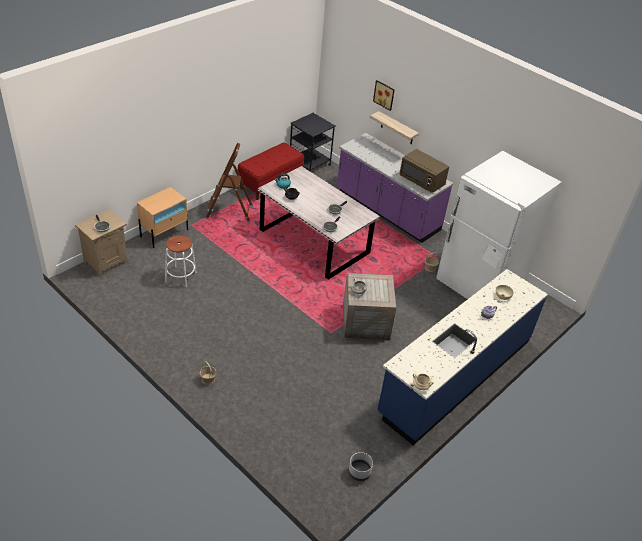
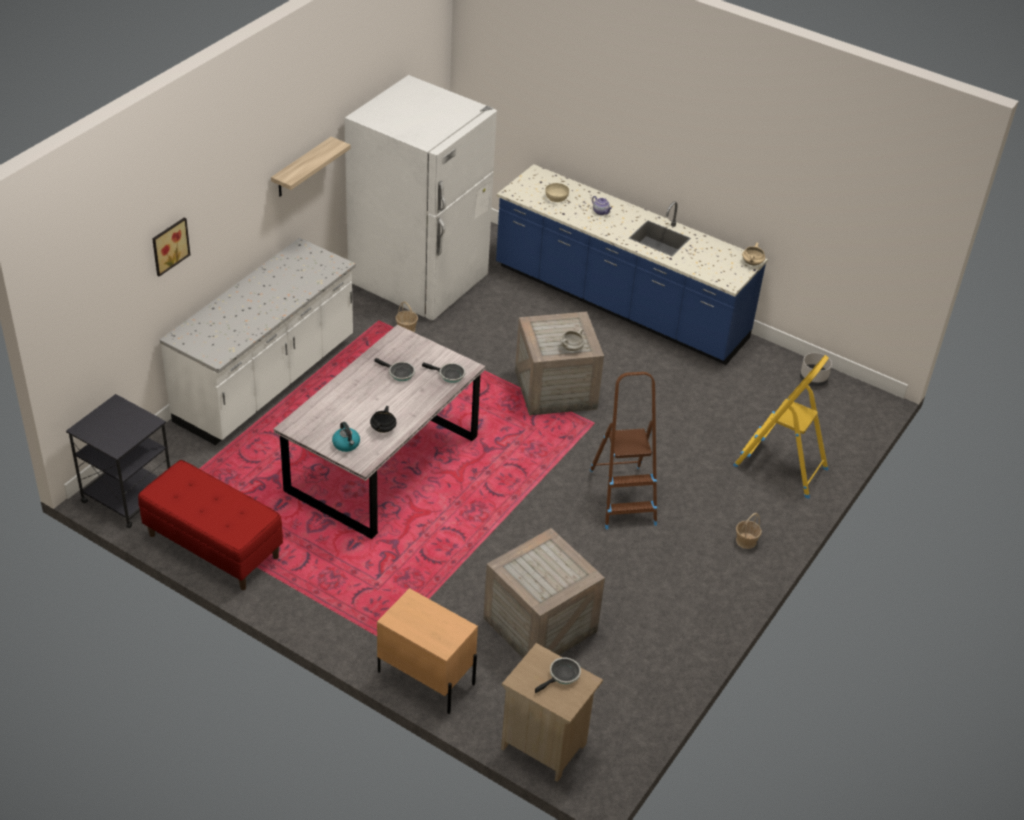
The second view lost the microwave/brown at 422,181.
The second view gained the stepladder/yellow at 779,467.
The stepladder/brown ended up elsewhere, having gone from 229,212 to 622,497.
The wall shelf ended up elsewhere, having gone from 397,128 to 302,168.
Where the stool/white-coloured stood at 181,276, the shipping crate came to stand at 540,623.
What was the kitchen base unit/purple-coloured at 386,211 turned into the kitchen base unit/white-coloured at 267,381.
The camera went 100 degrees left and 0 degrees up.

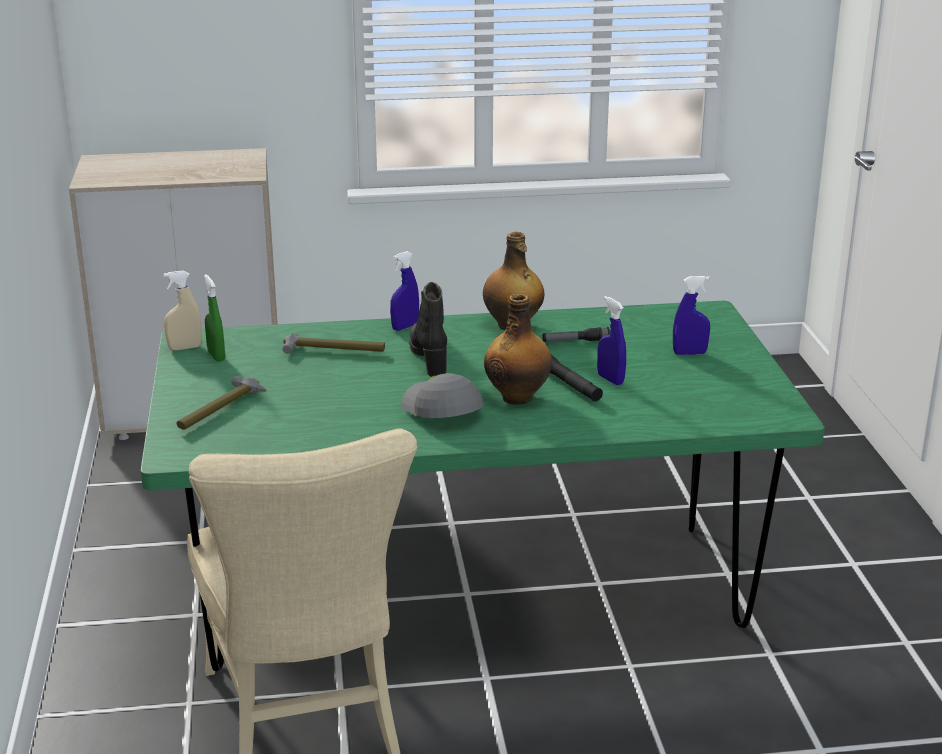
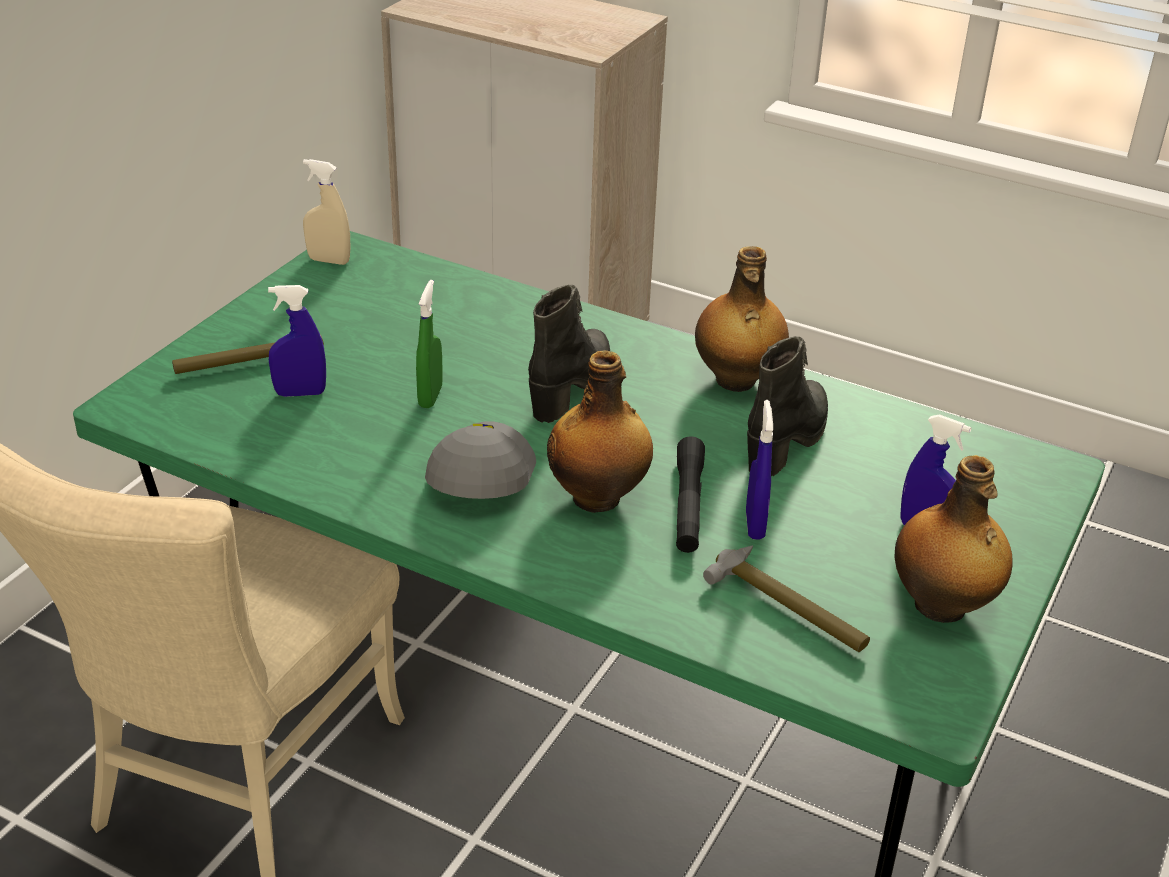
The second view gained the beverage bottle at 941,606.
The spray bottle/green-coloured ended up elsewhere, having gone from 216,356 to 430,396.
The hammer ended up elsewhere, having gone from 334,351 to 788,609.
The spray bottle/blue ended up elsewhere, having gone from 405,327 to 300,393.
Where the hand torch stood at 575,341, the high-top boot/blackish came to stand at 787,440.
The camera went 35 degrees right and 10 degrees up.

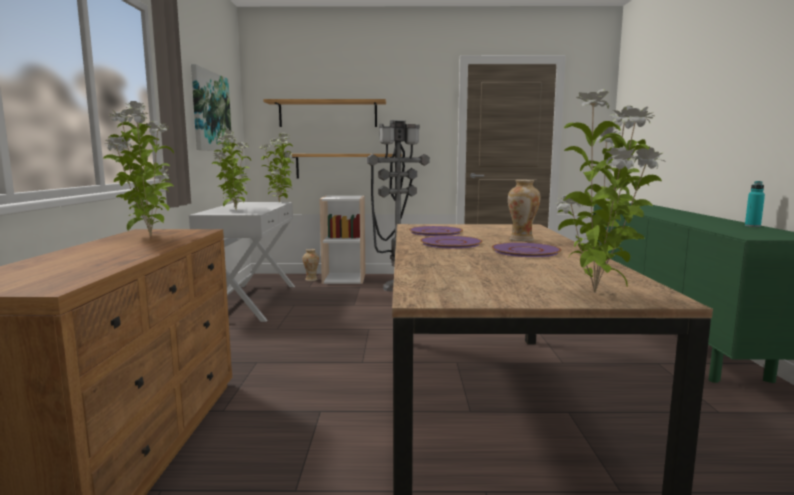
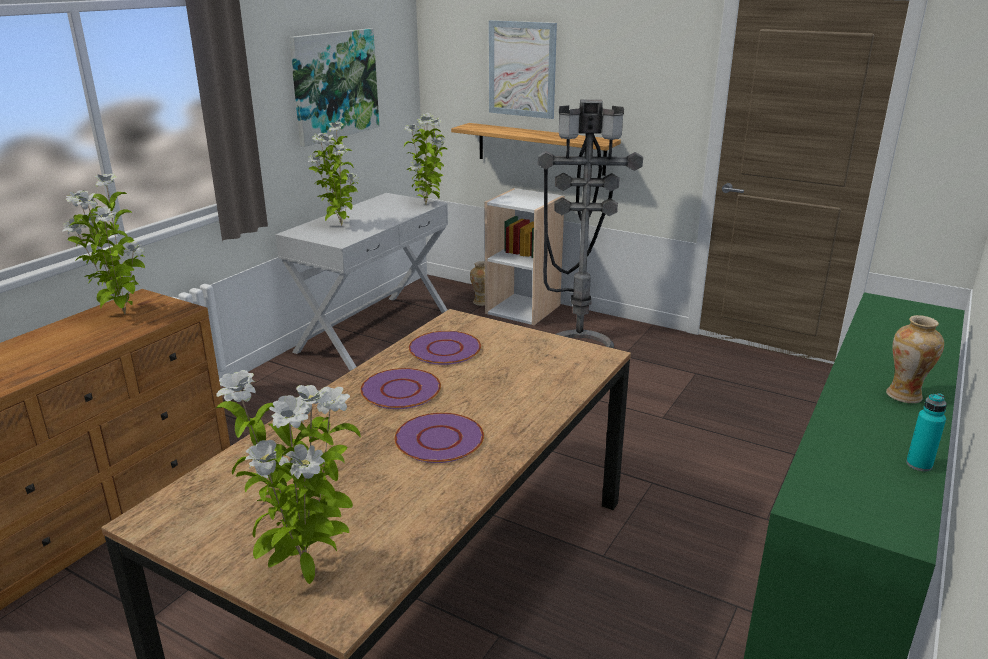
The flower vase ended up elsewhere, having gone from 521,239 to 904,395.
Where the wall shelf hung at 328,114, the wall picture came to hang at 522,69.
The camera went 30 degrees right and 15 degrees up.

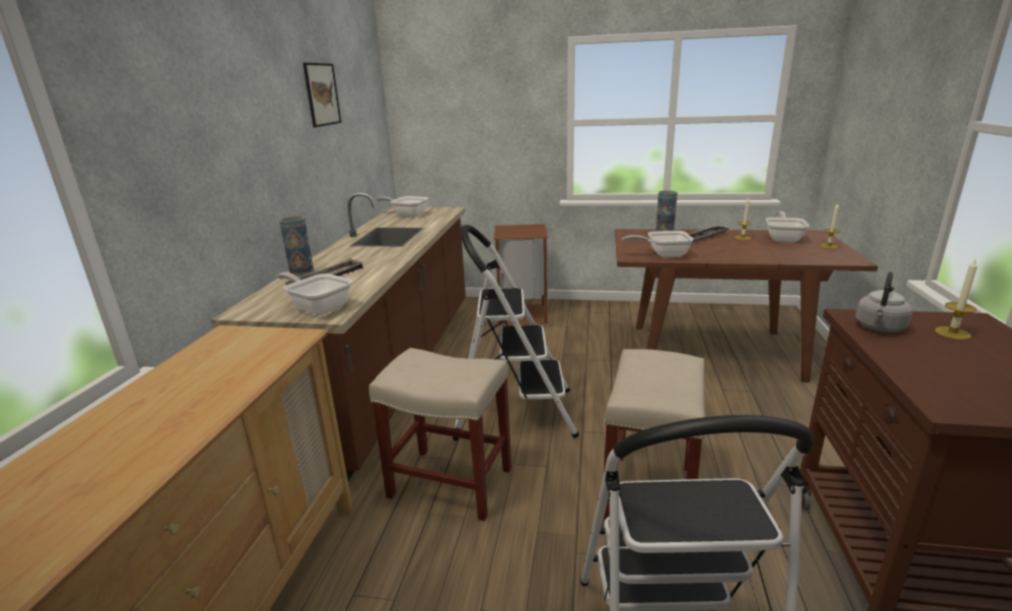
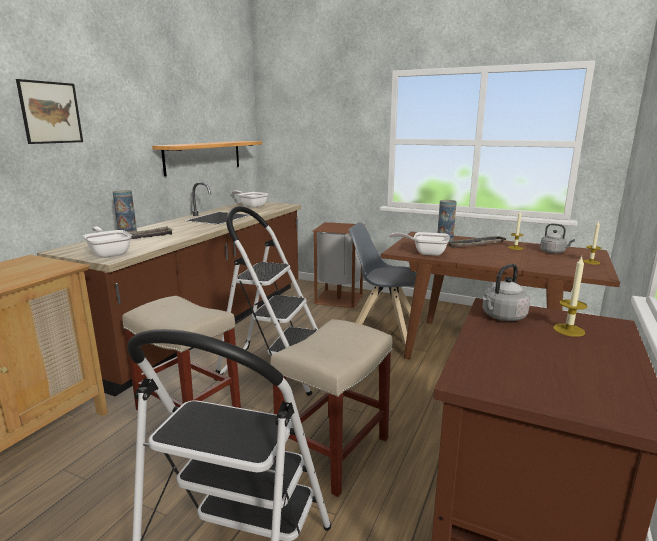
The second view gained the wall shelf at 204,157.
The second view gained the upright chair/gray at 382,329.
The wall picture ended up elsewhere, having gone from 322,94 to 51,112.
Where the skillet stood at 783,238, the kettle/gray came to stand at 553,252.
The camera went 15 degrees right and 5 degrees down.

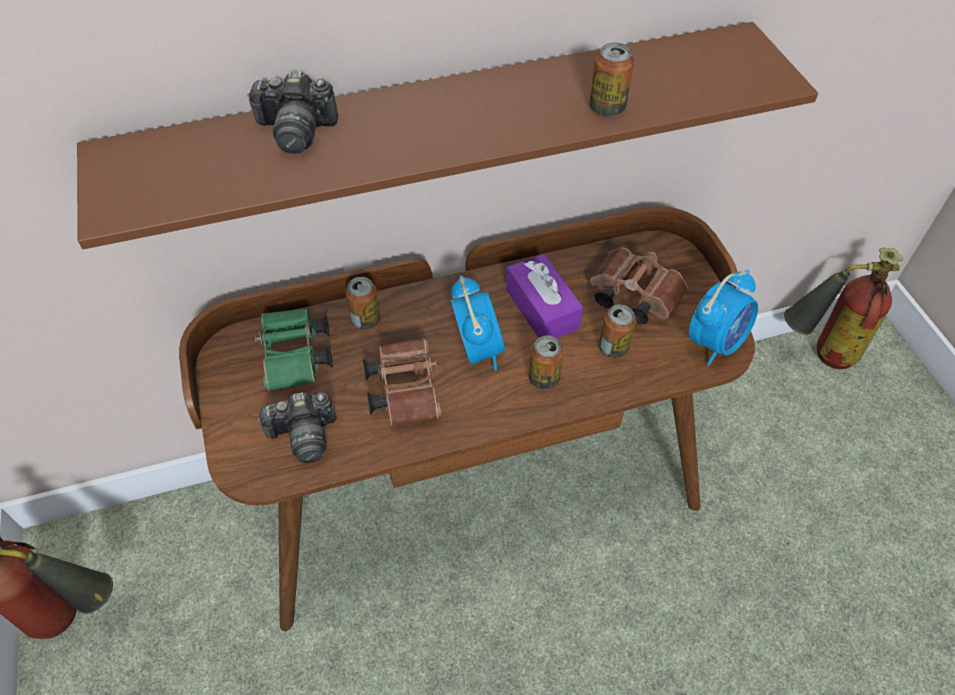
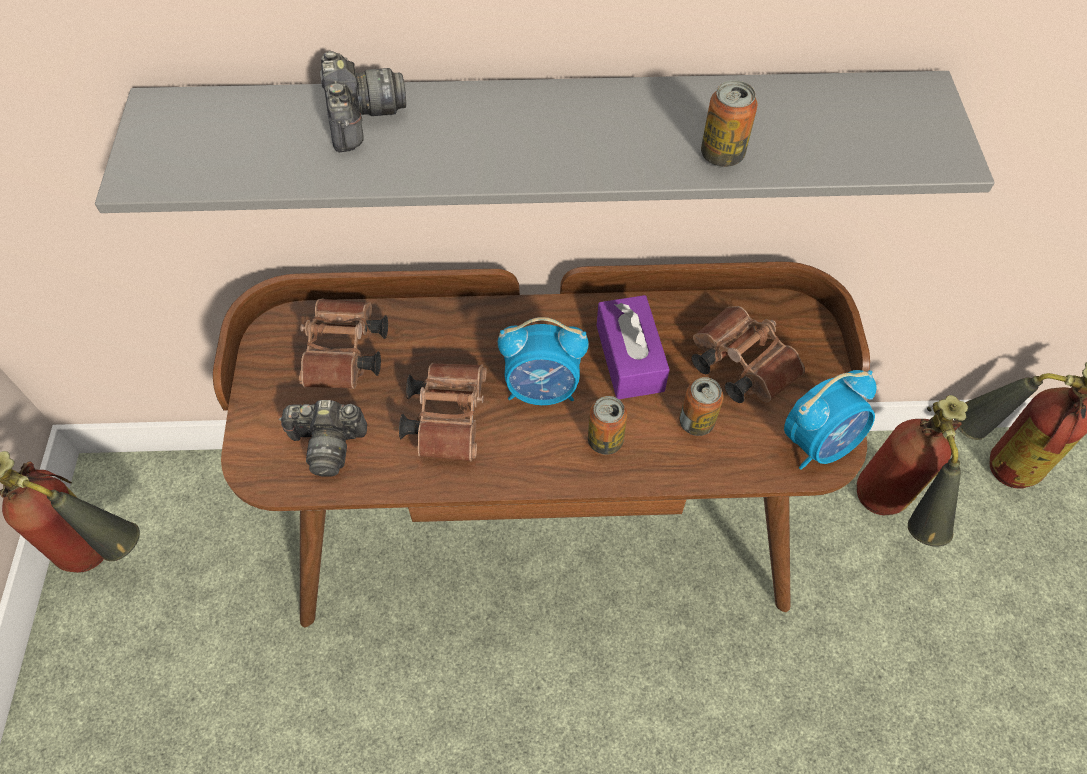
The second view lost the metal can at 365,320.
The second view gained the fire-fighting cylinder at 888,515.
What was the wall shelf/brown at 442,127 turned into the wall shelf/gray at 543,134.
What was the pair of binoculars/green-coloured at 296,359 turned into the pair of binoculars/brown at 346,356.
The photo camera at 297,131 ended up facing another way, 120 degrees counterclockwise from before.
The table clock at 478,349 ended up facing another way, 90 degrees clockwise from before.
The camera went 15 degrees right and 5 degrees up.

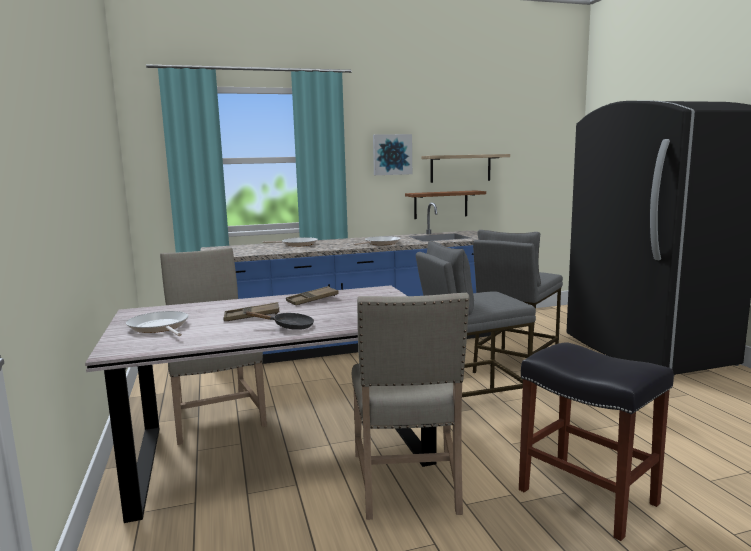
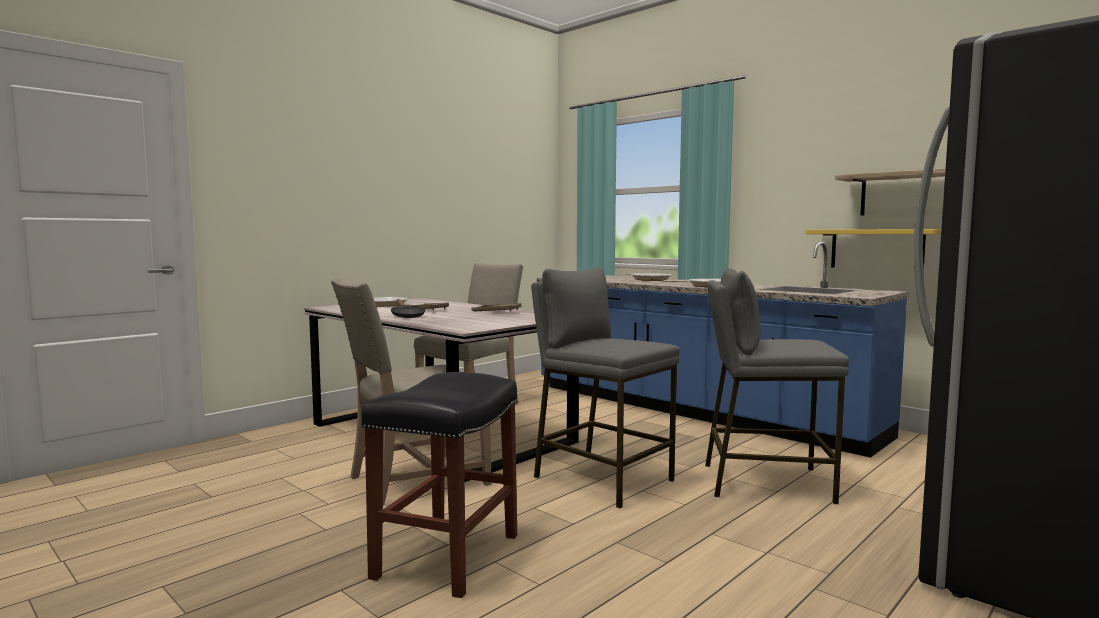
The second view lost the wall picture at 392,154.
What was the wall shelf/brown at 440,204 turned into the wall shelf/yellow at 876,249.
The camera went 60 degrees right and 5 degrees down.

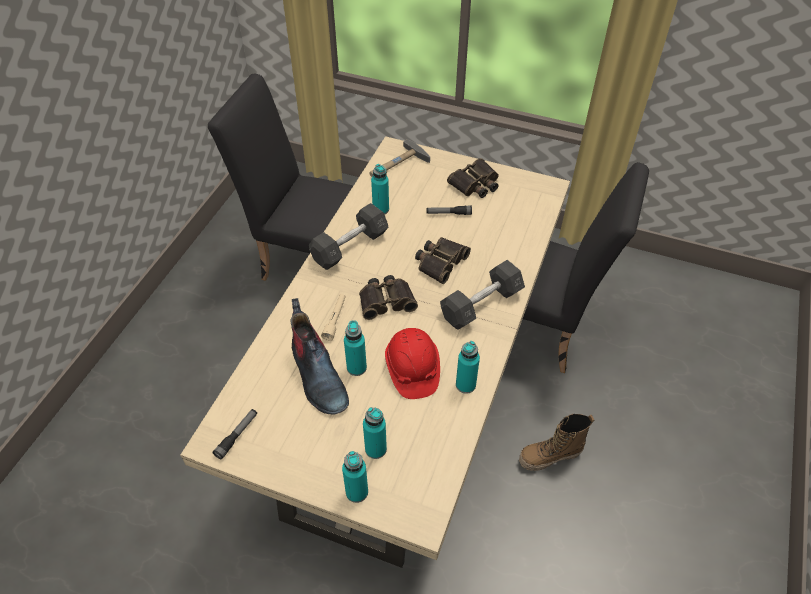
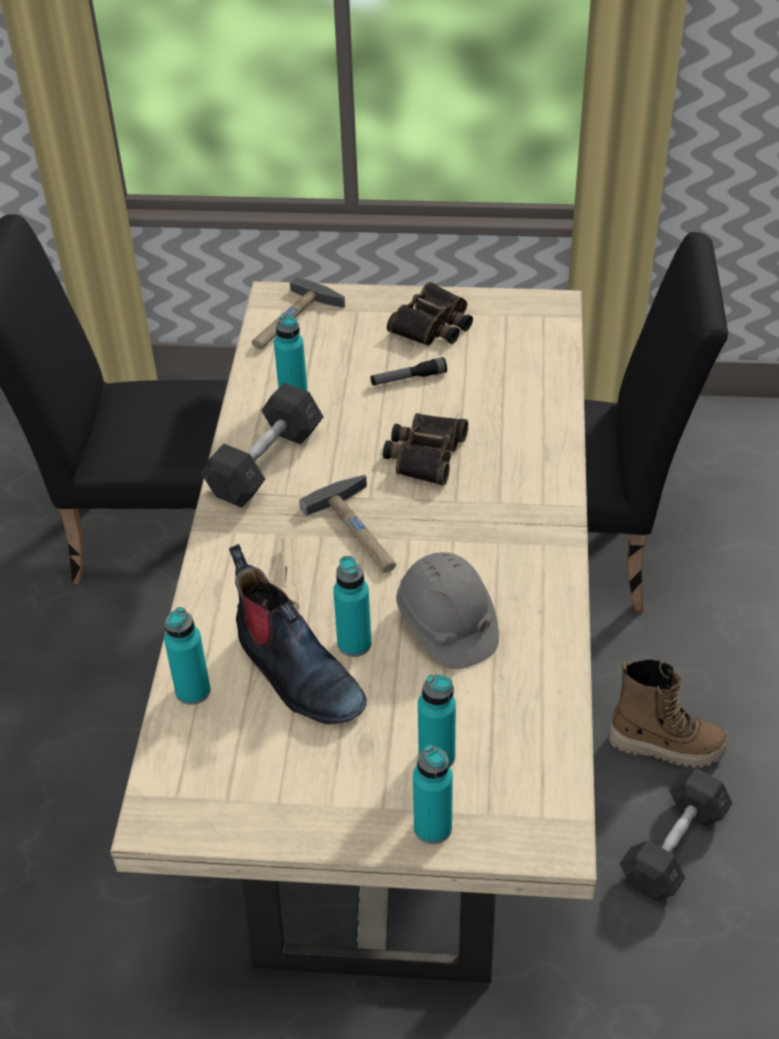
The second view lost the hand torch at 237,436.
The hand weight/gray ended up elsewhere, having gone from 481,304 to 673,847.
The beverage bottle/turquoise-coloured ended up elsewhere, having gone from 465,385 to 193,691.
Where the pair of binoculars stood at 386,300, the hammer came to stand at 361,531.
What was the hard hat/red-coloured at 412,370 turned into the hard hat/gray at 446,625.
The high-top boot at 550,456 ended up facing another way, 135 degrees counterclockwise from before.
The camera went 15 degrees left and 5 degrees down.

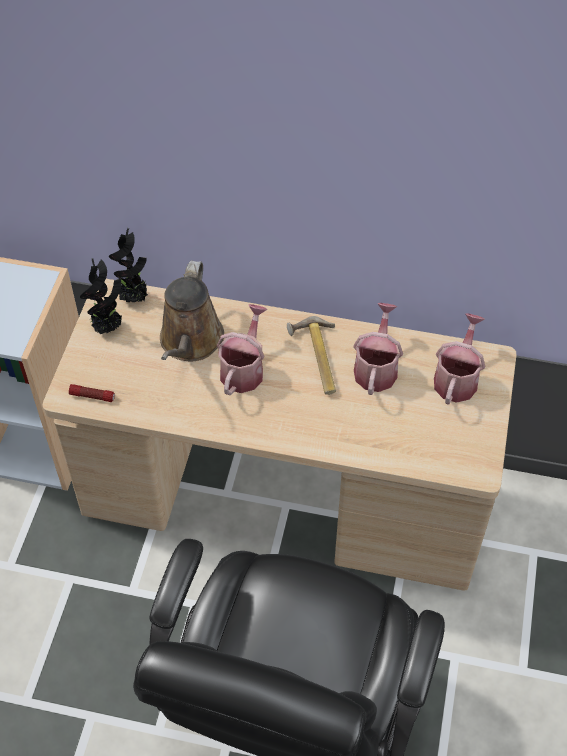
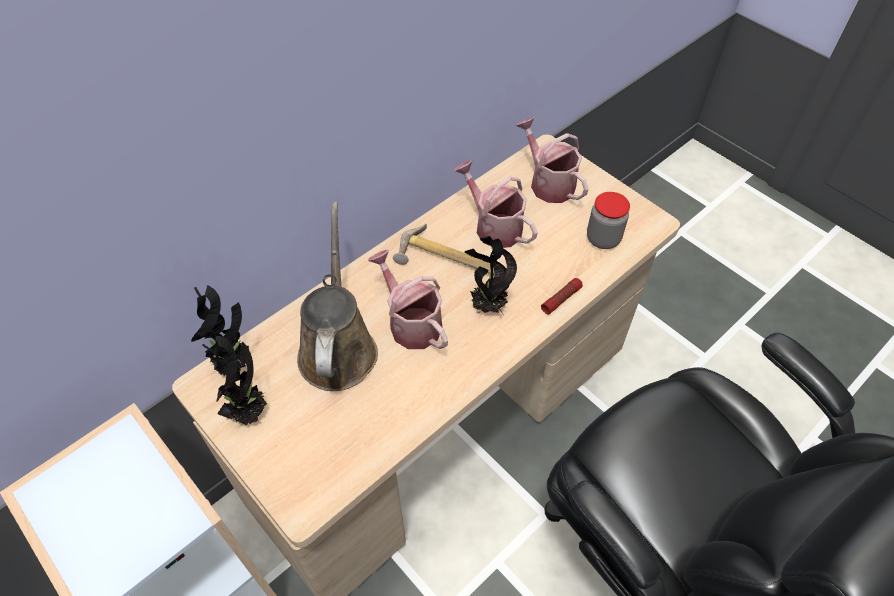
The second view gained the potted plant at 487,307.
The second view gained the jar at 603,239.
The hand torch ended up elsewhere, having gone from 92,396 to 561,299.
The watering can/brown at 190,342 ended up facing another way, 135 degrees counterclockwise from before.
The camera went 55 degrees left and 0 degrees up.

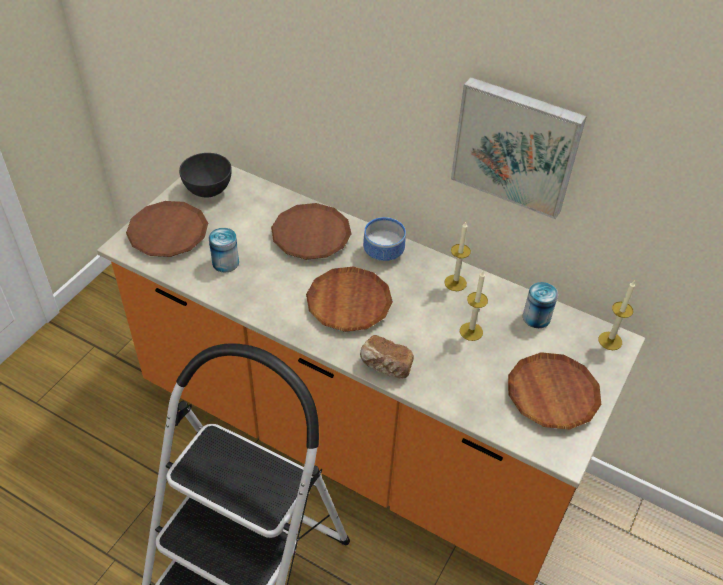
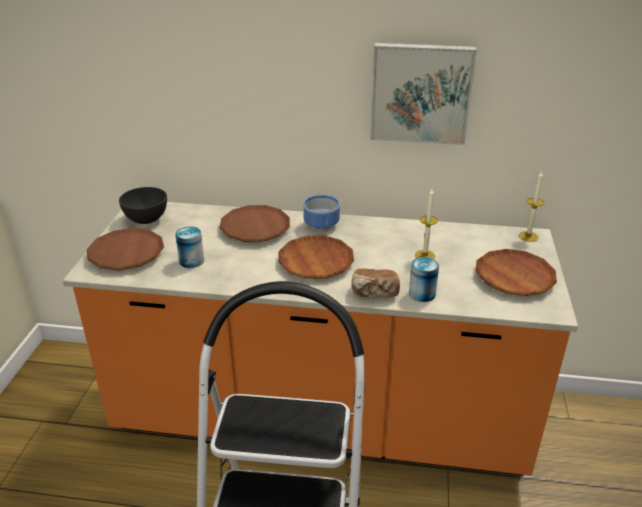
The second view lost the wax candle at 455,283.
The metal can ended up elsewhere, having gone from 536,317 to 422,293.
The camera went 20 degrees left and 15 degrees down.

